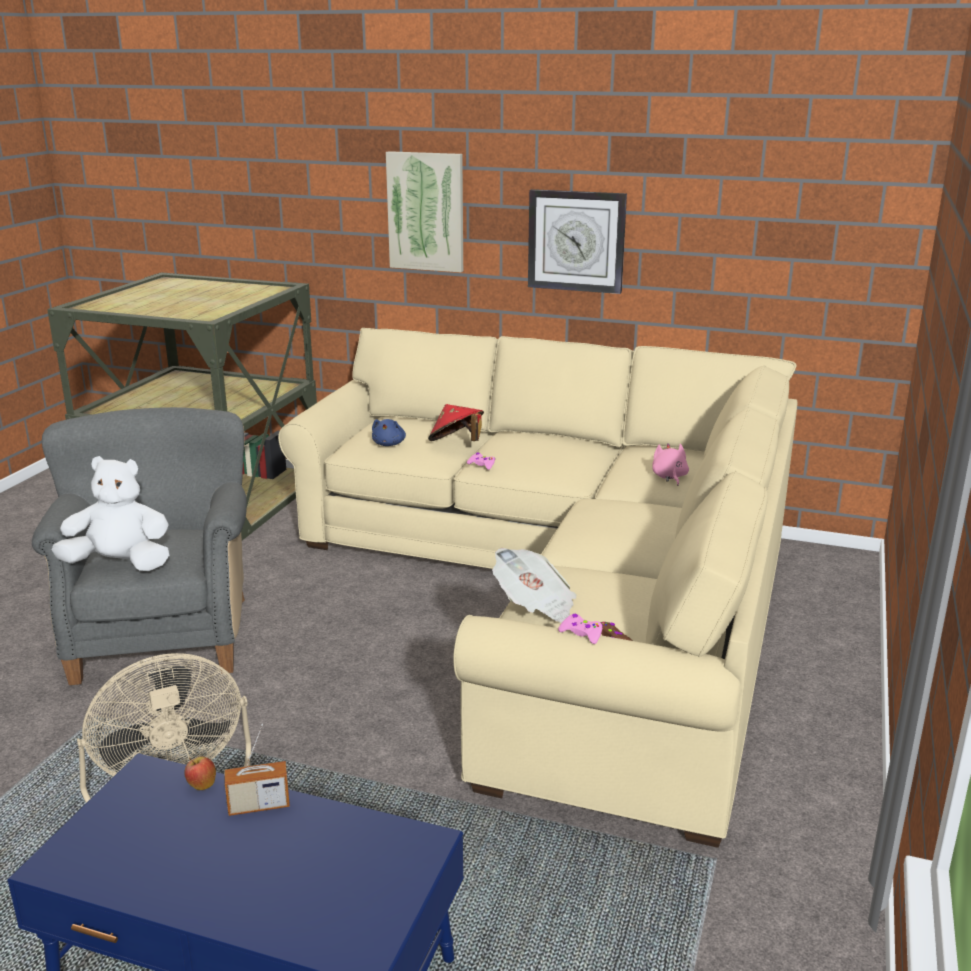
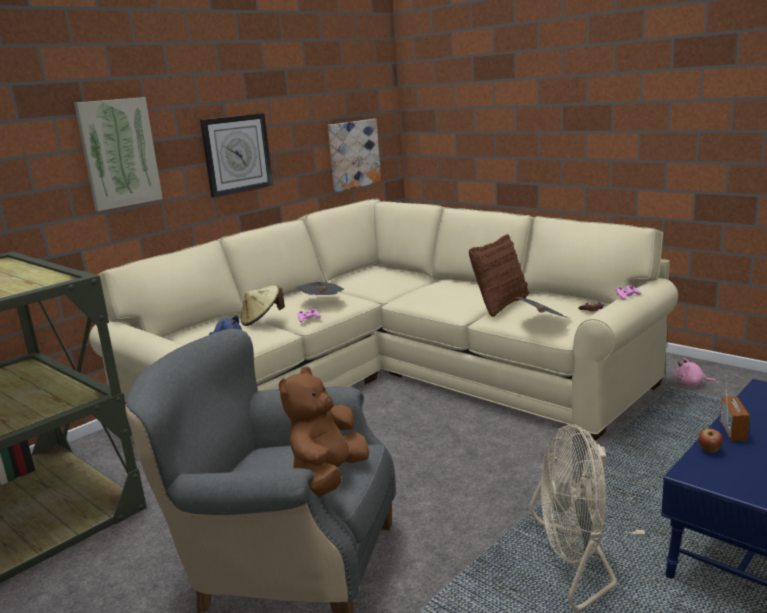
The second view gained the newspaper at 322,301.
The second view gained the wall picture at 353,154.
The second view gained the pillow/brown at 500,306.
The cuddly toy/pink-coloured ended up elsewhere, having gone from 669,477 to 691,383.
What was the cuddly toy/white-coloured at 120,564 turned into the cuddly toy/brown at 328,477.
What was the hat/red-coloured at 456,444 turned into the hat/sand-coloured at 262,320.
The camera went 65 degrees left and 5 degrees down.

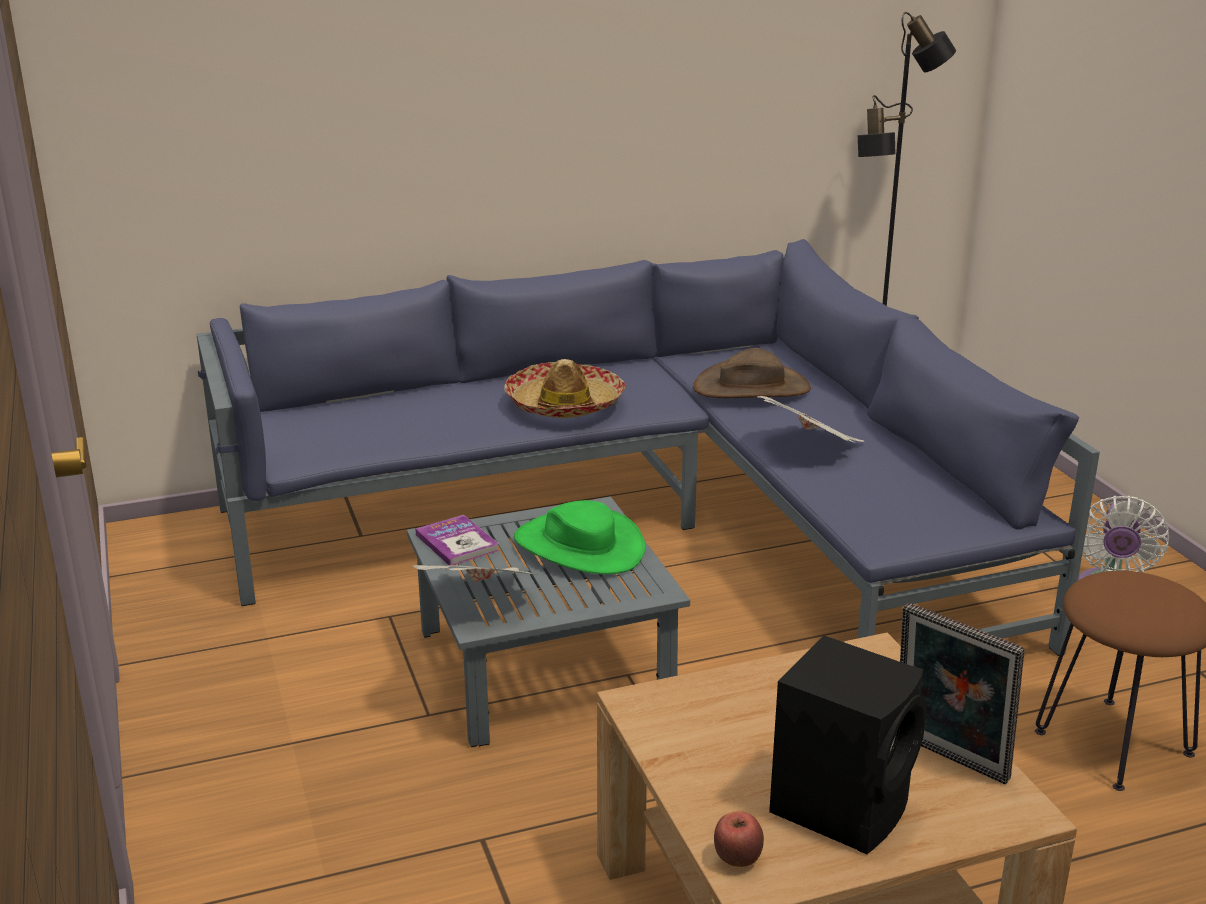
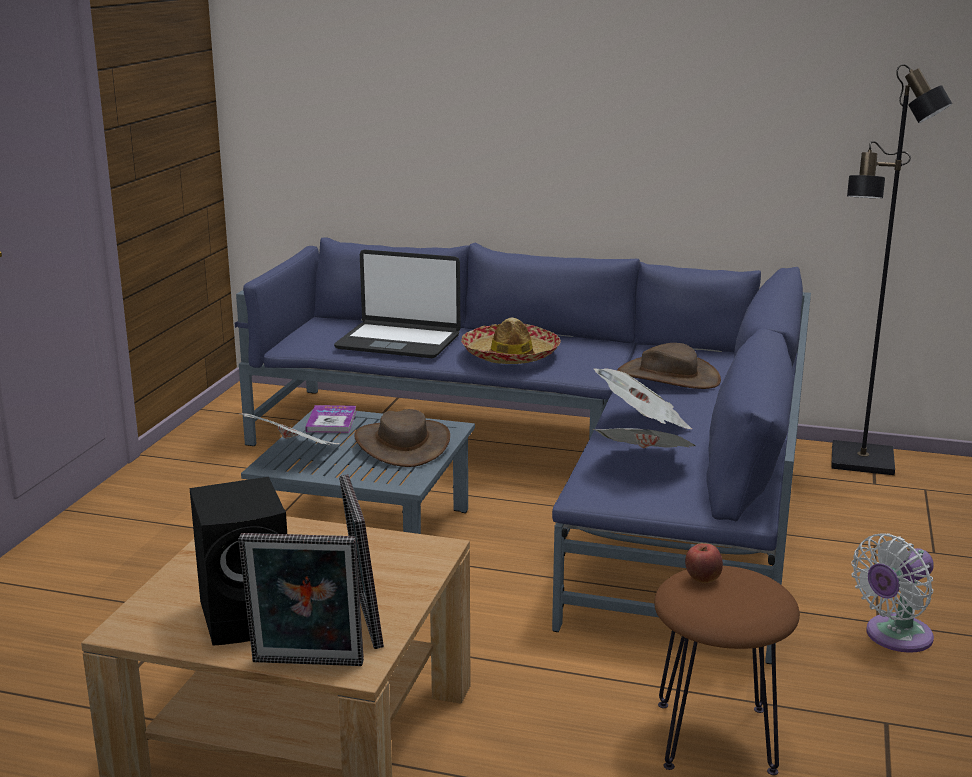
The second view gained the standing frame at 306,665.
The second view gained the laptop at 399,341.
The second view gained the newspaper at 644,464.
The apple fruit ended up elsewhere, having gone from 737,860 to 702,580.
What was the hat/green-coloured at 579,546 turned into the hat/brown at 402,444.
The camera went 35 degrees right and 5 degrees down.

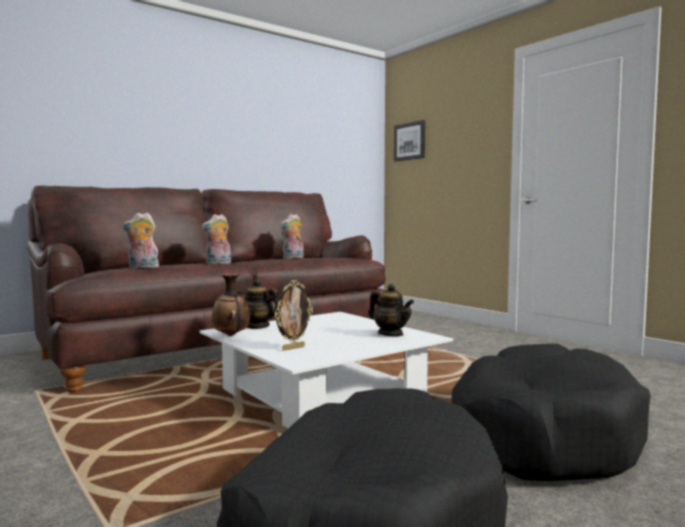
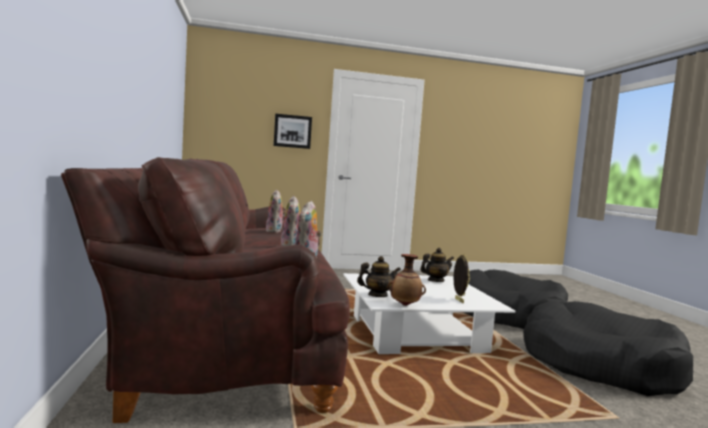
The wall picture ended up elsewhere, having gone from 410,141 to 292,131.
The tea pot at 257,326 ended up facing another way, 150 degrees counterclockwise from before.
The camera went 65 degrees left and 0 degrees up.

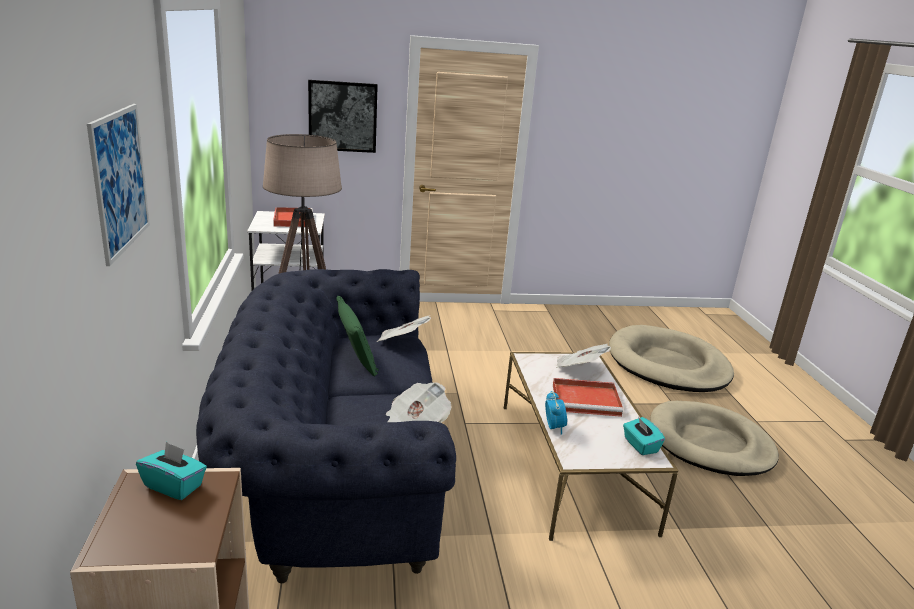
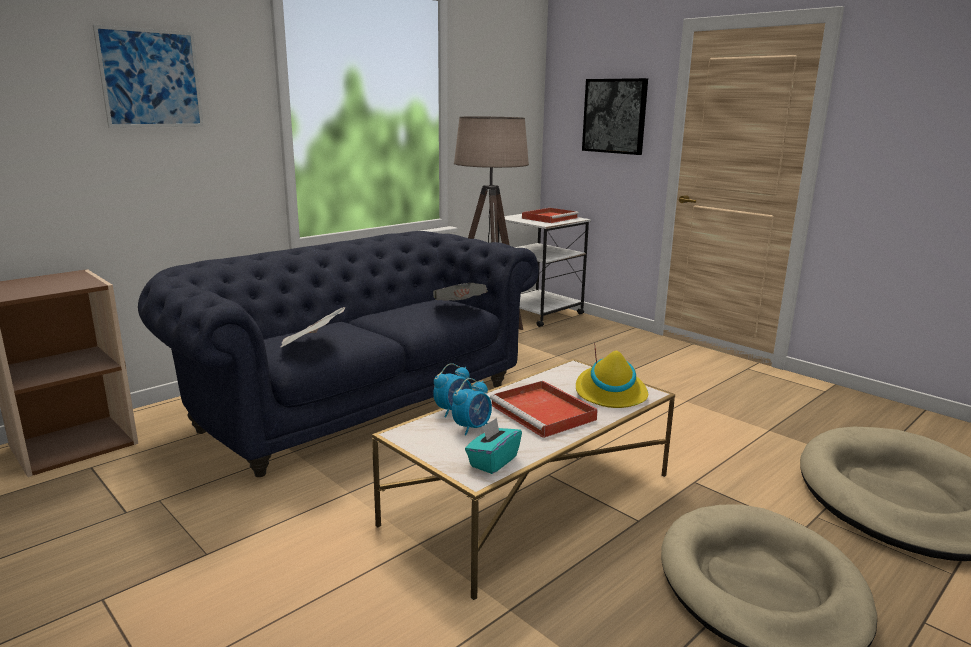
The second view lost the tissue holder/turquoise-coloured at 174,486.
The second view lost the pillow/green-coloured at 355,357.
The second view gained the table clock at 472,428.
Where the newspaper stood at 579,368, the hat/yellow came to stand at 609,393.
The camera went 55 degrees right and 5 degrees down.

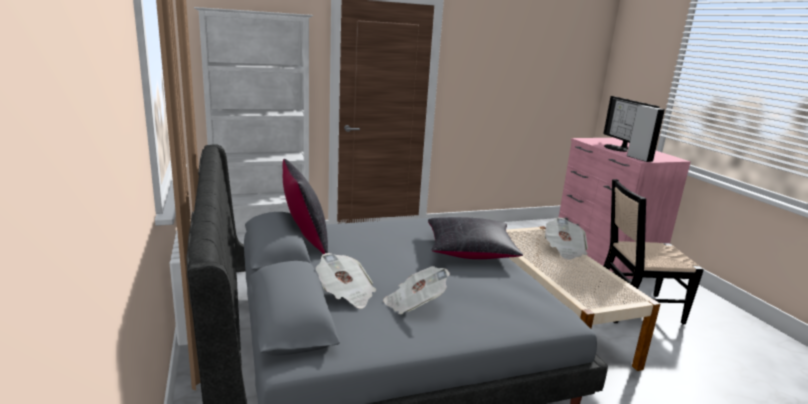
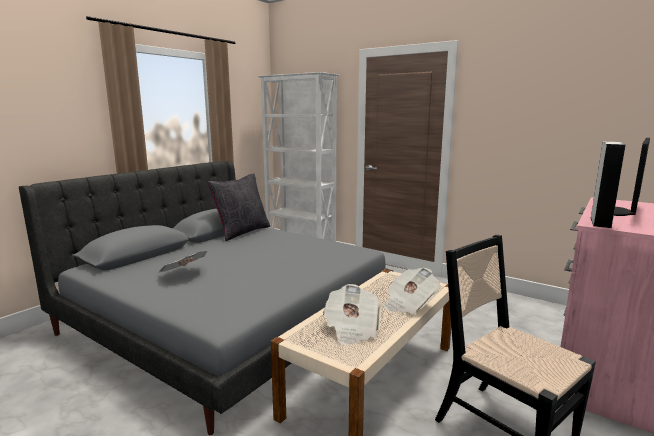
The second view lost the pillow/blackish at 470,250.
The newspaper ended up elsewhere, having gone from 346,294 to 352,329.
The camera went 55 degrees right and 5 degrees down.

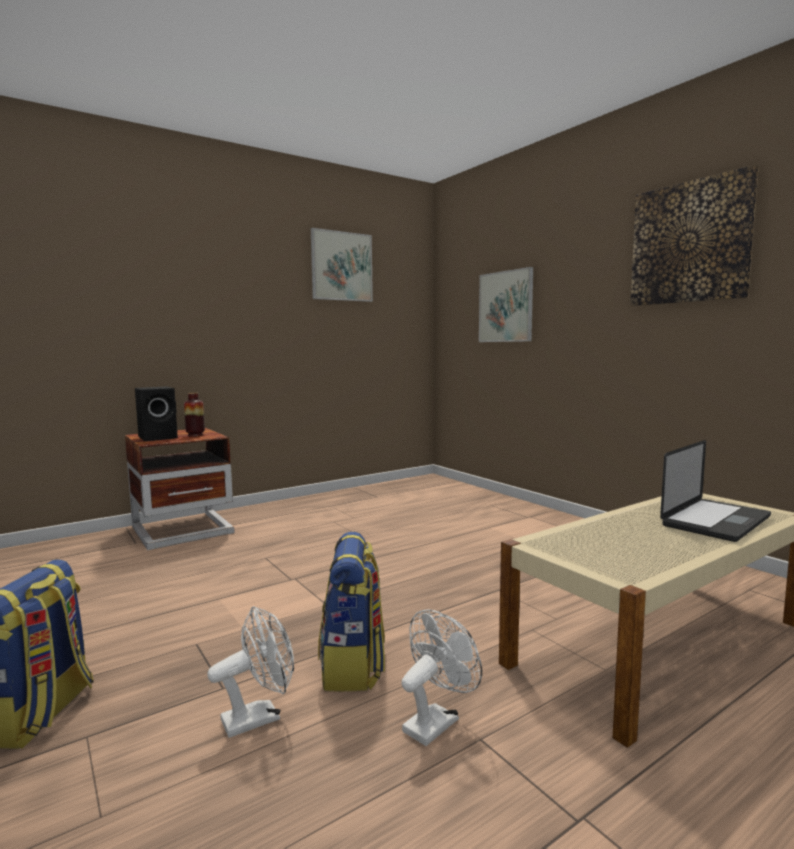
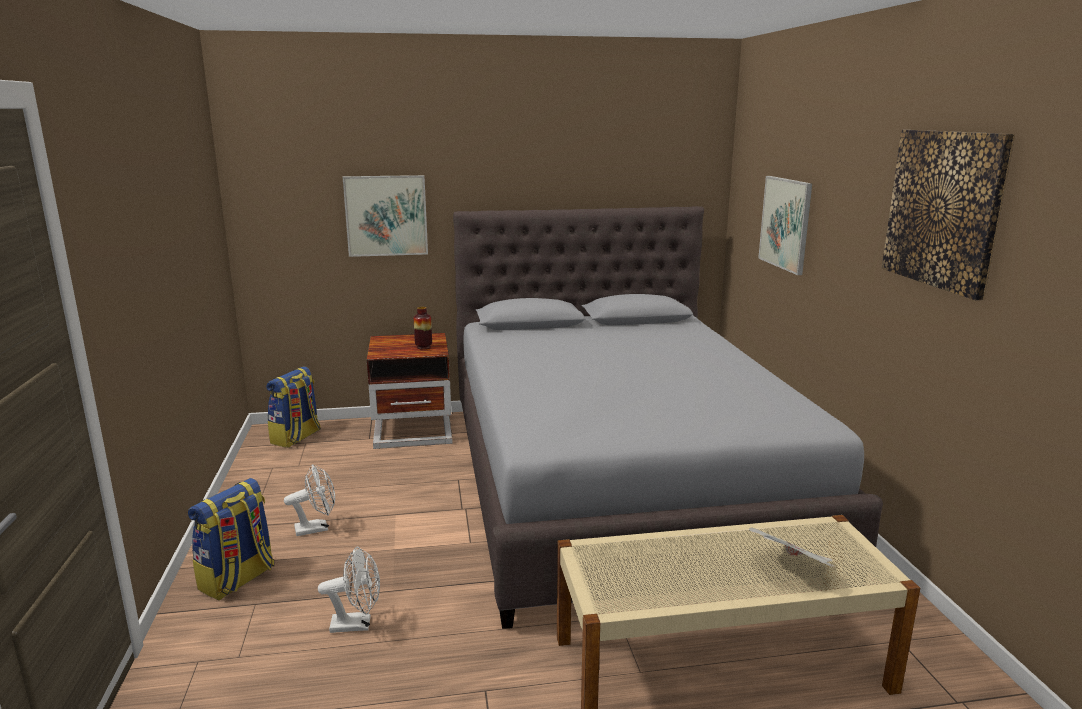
The second view lost the audio speaker/blackish at 159,437.
The second view gained the bed/gray at 619,482.
The wall picture ended up elsewhere, having gone from 341,266 to 386,215.
The rucksack ended up elsewhere, having gone from 353,666 to 296,438.
The fan/white-coloured ended up elsewhere, having gone from 436,721 to 317,528.
Where the laptop stood at 716,521, the newspaper came to stand at 793,568.
The camera went 25 degrees right and 10 degrees up.

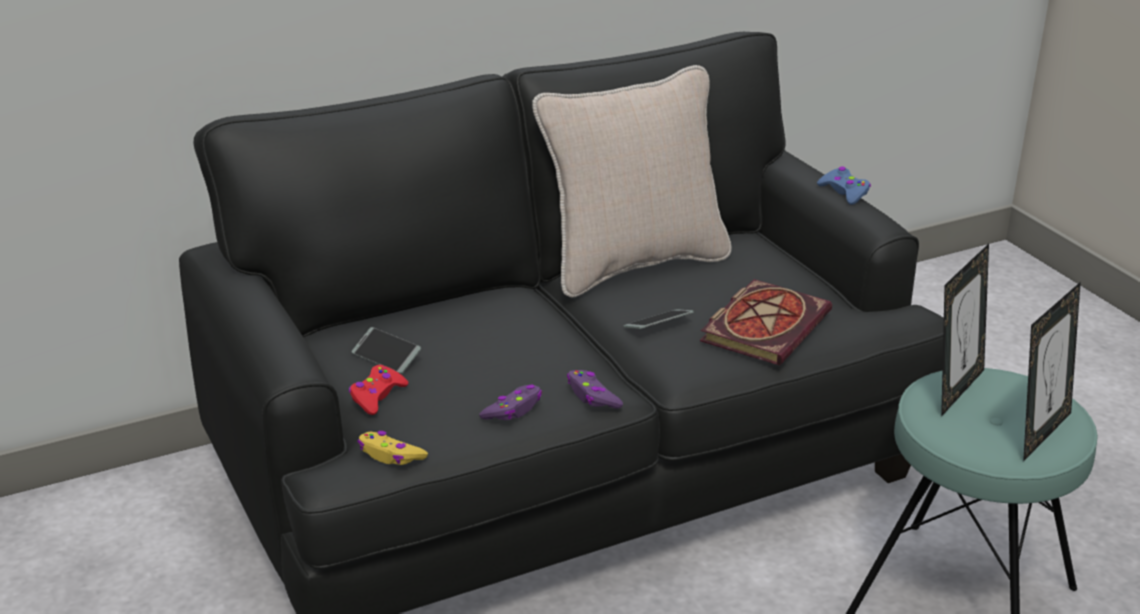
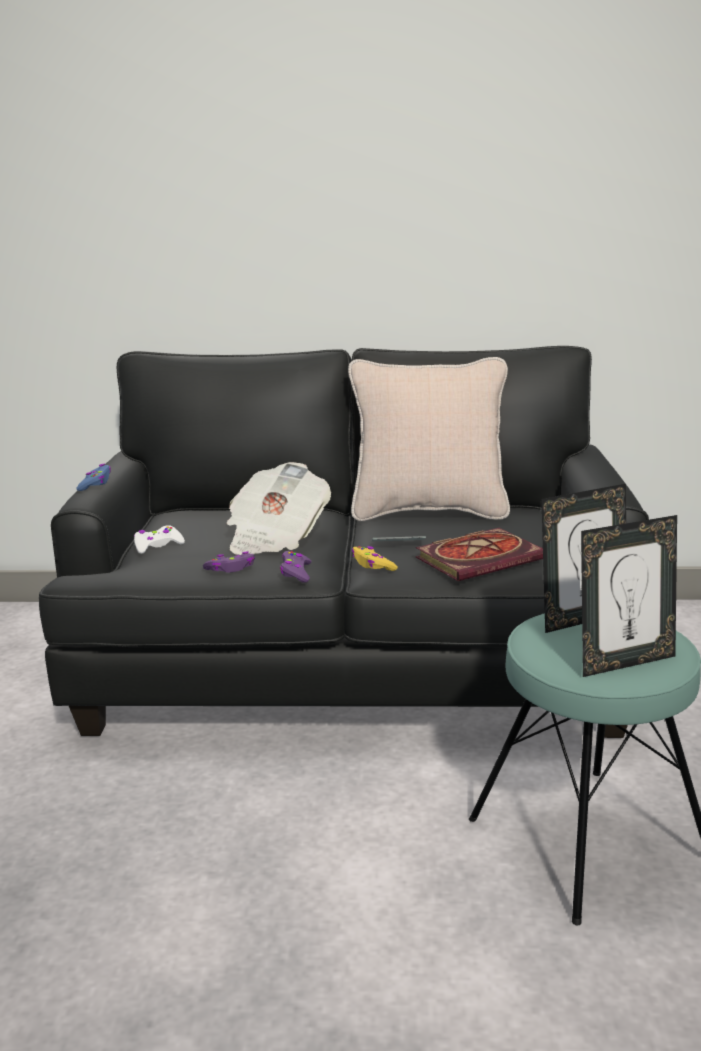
The second view lost the phone at 386,357.
The second view gained the newspaper at 275,537.
The joypad/yellow ended up elsewhere, having gone from 390,455 to 373,565.
The joypad/blue ended up elsewhere, having gone from 844,192 to 95,484.
What was the joypad/red-coloured at 377,396 turned into the joypad/white-coloured at 157,545.
The camera went 30 degrees right and 10 degrees down.

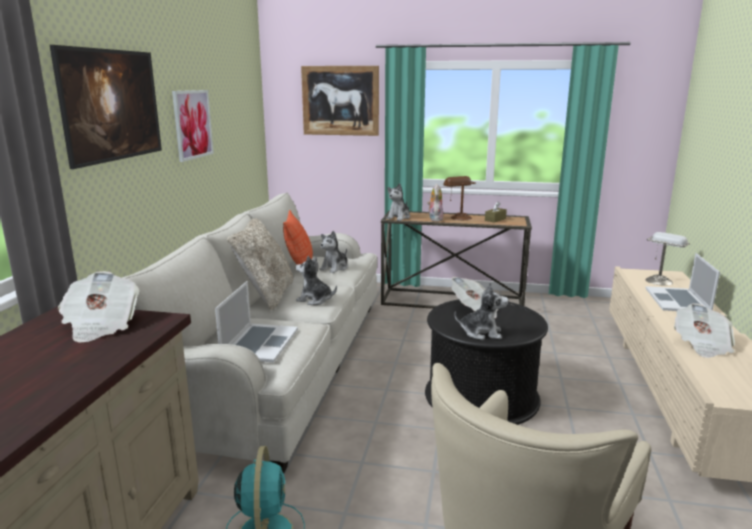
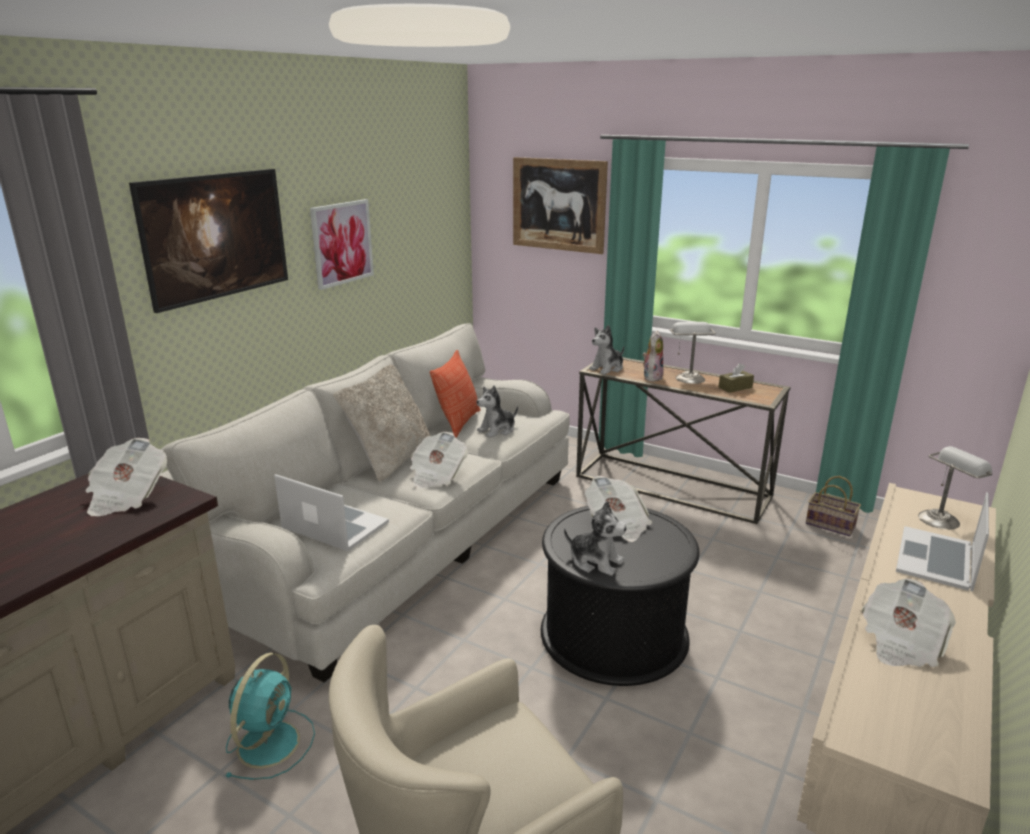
The second view gained the storage basket at 831,525.
Where the cuddly toy stood at 315,300, the newspaper came to stand at 436,475.
What was the table lamp/brown at 458,217 turned into the table lamp/white-coloured at 688,376.
The laptop at 259,343 ended up facing another way, 90 degrees counterclockwise from before.
The camera went 20 degrees right and 5 degrees up.

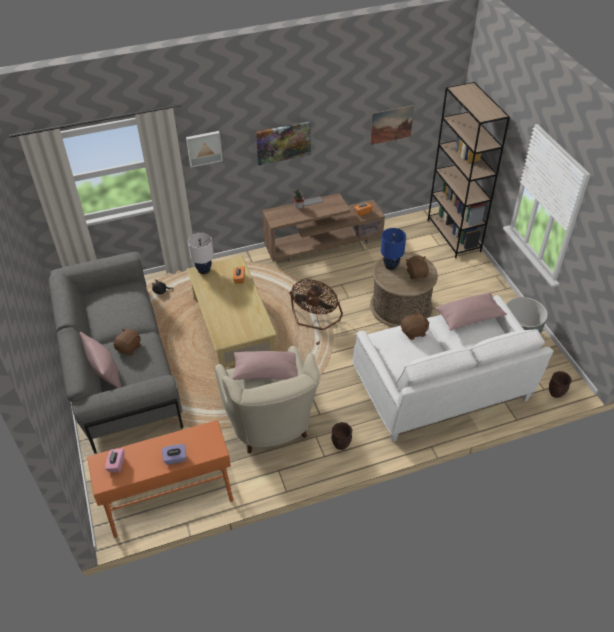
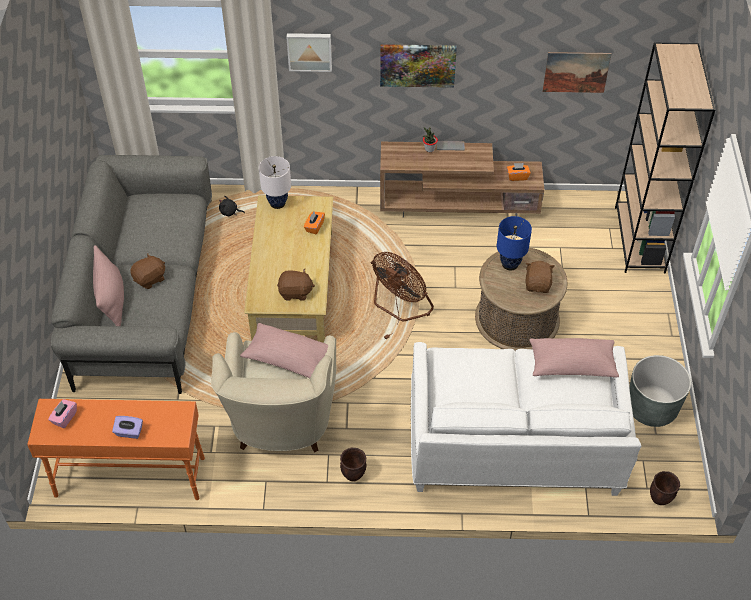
The cuddly toy/brown ended up elsewhere, having gone from 414,332 to 295,292.
The camera went 20 degrees right and 5 degrees up.

